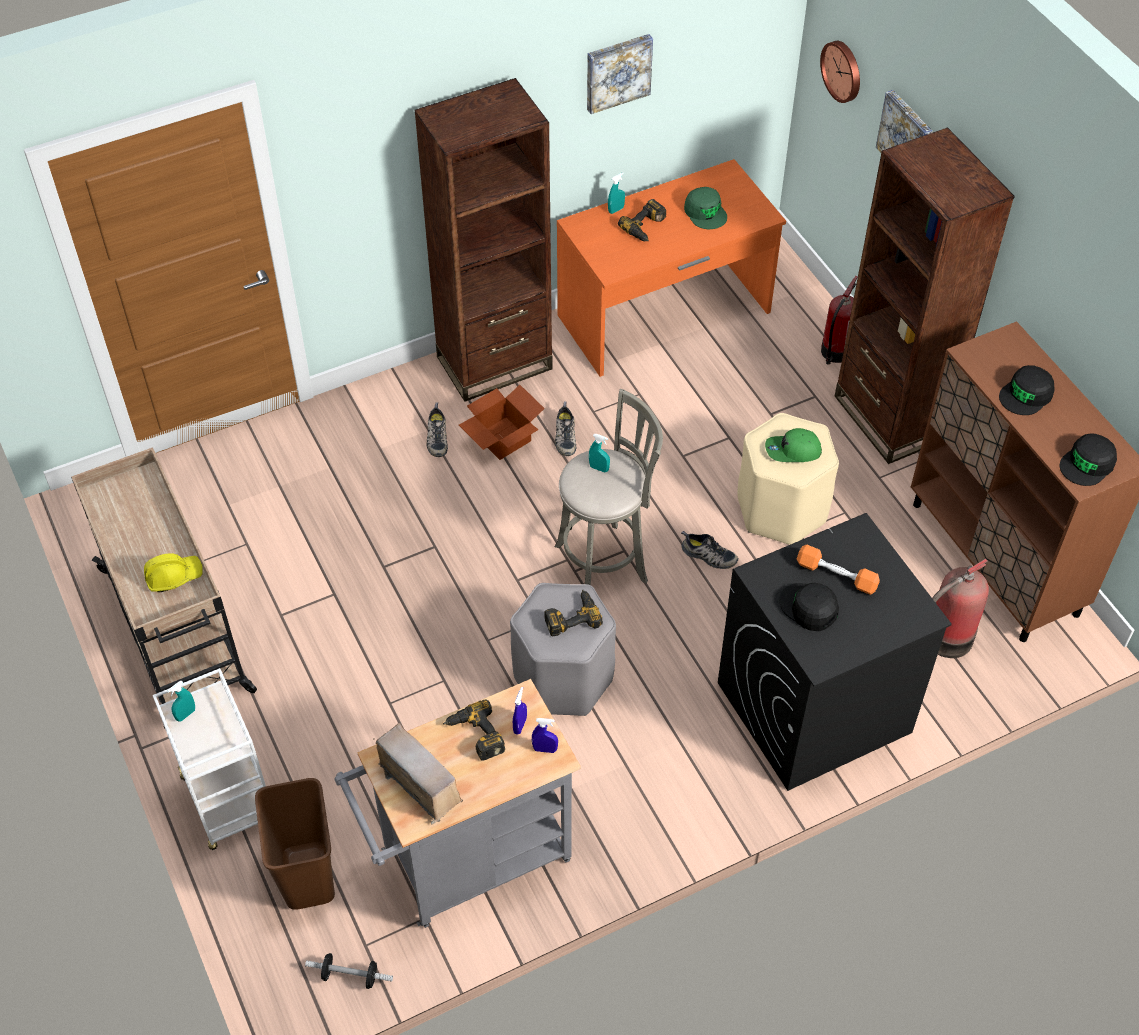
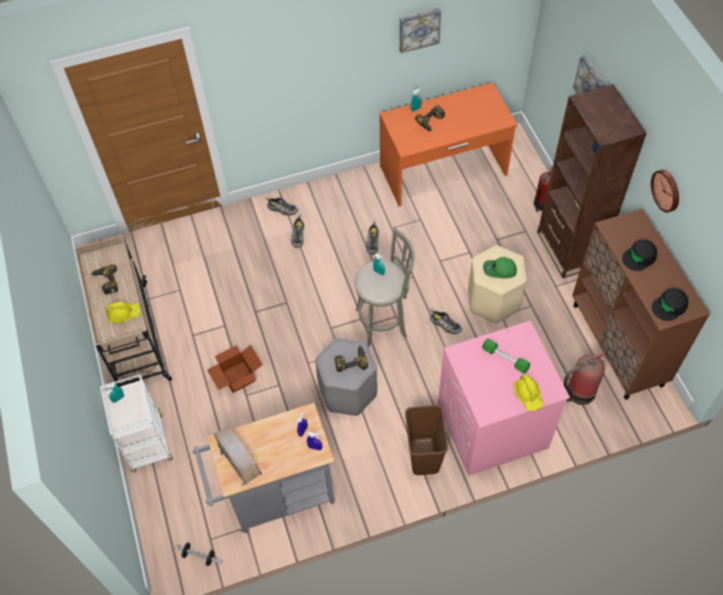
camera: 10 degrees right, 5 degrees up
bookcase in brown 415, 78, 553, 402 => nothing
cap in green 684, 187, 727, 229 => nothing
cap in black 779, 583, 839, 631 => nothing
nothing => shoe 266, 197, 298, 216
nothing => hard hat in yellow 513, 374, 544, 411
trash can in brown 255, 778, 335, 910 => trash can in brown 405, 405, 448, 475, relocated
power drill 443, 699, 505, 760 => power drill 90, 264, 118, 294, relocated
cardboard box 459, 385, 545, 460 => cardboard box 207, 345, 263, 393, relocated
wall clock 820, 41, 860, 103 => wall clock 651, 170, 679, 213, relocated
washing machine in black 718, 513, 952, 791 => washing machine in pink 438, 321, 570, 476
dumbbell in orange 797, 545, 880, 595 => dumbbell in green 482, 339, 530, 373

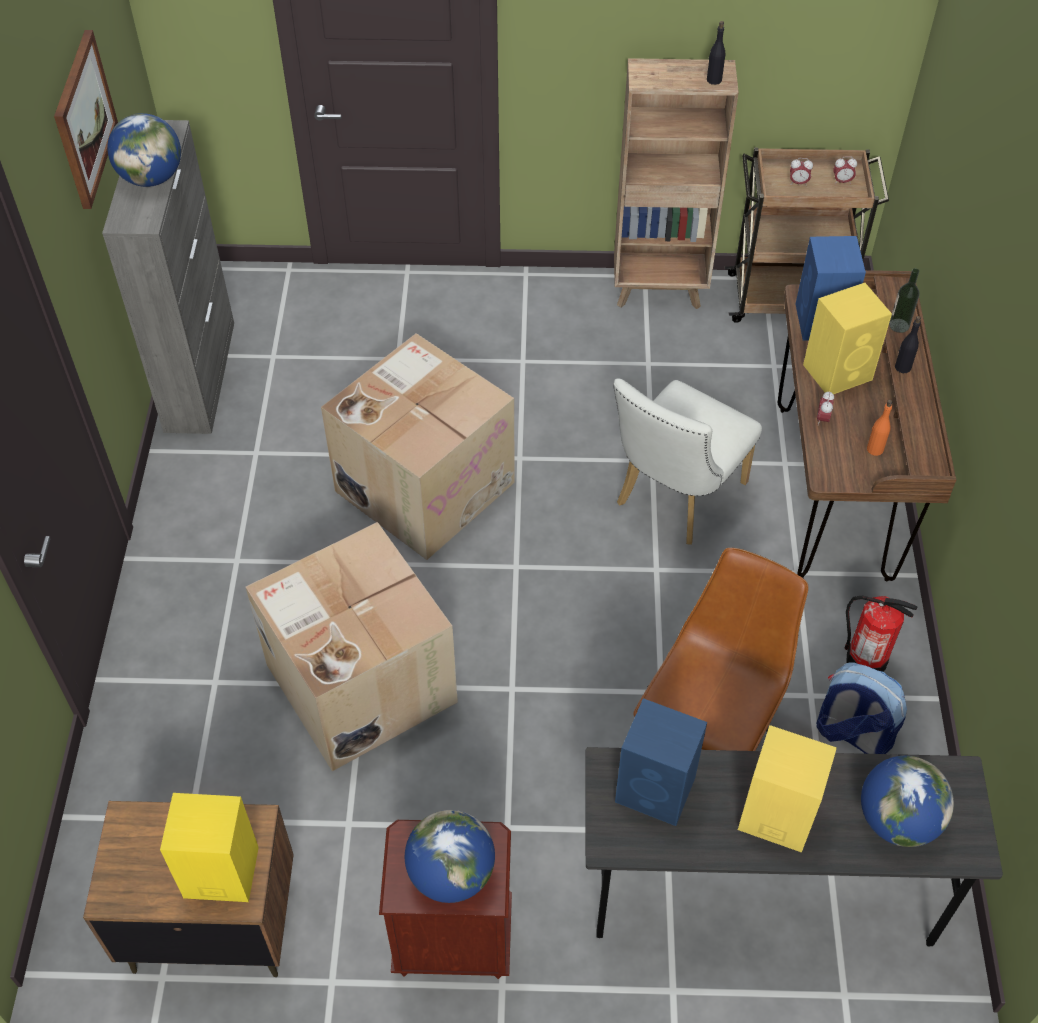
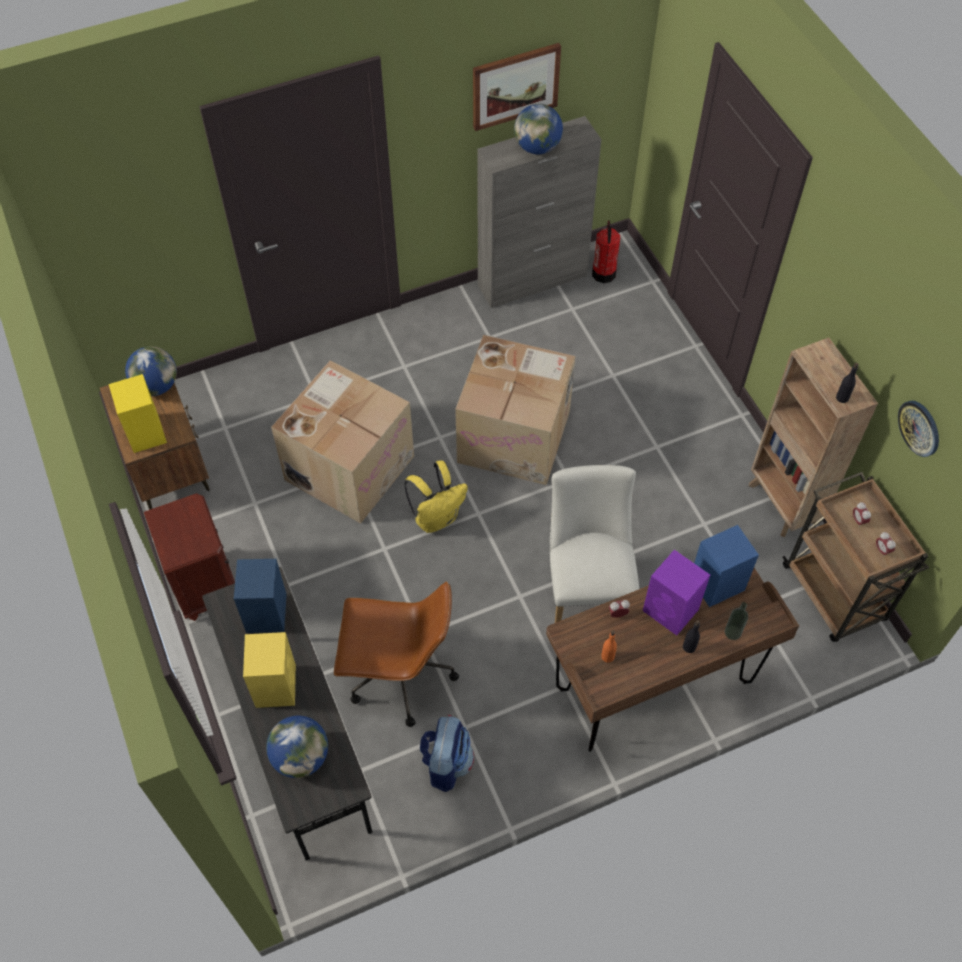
camera: 65 degrees right, 5 degrees up
nothing => backpack in yellow 404, 460, 468, 533
nothing => wall clock 898, 401, 939, 457
globe 405, 810, 495, 903 => globe 125, 346, 177, 396, relocated
fire extinguisher 844, 596, 917, 672 => fire extinguisher 592, 221, 620, 283, relocated
speaker in yellow 803, 283, 892, 394 => speaker in purple 643, 550, 710, 636
chair in white 613, 379, 762, 545 => chair in white 550, 465, 639, 623, 75 degrees clockwise

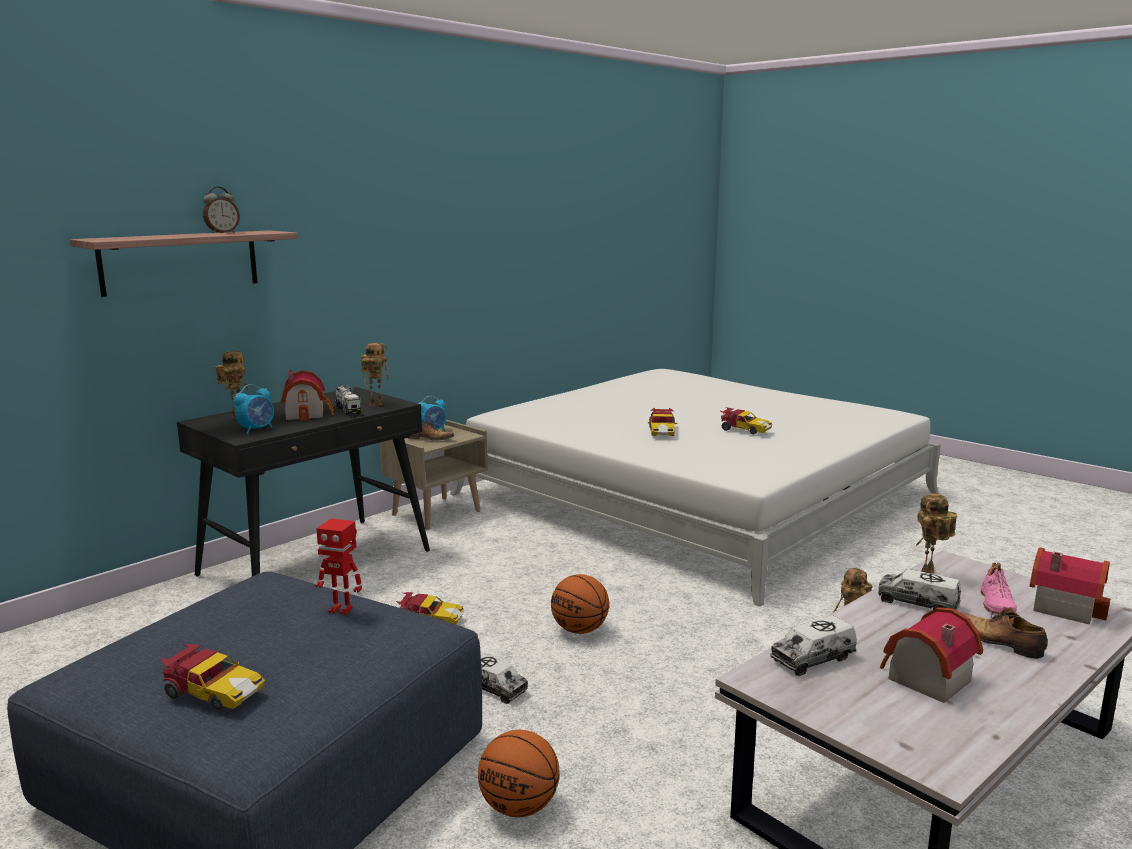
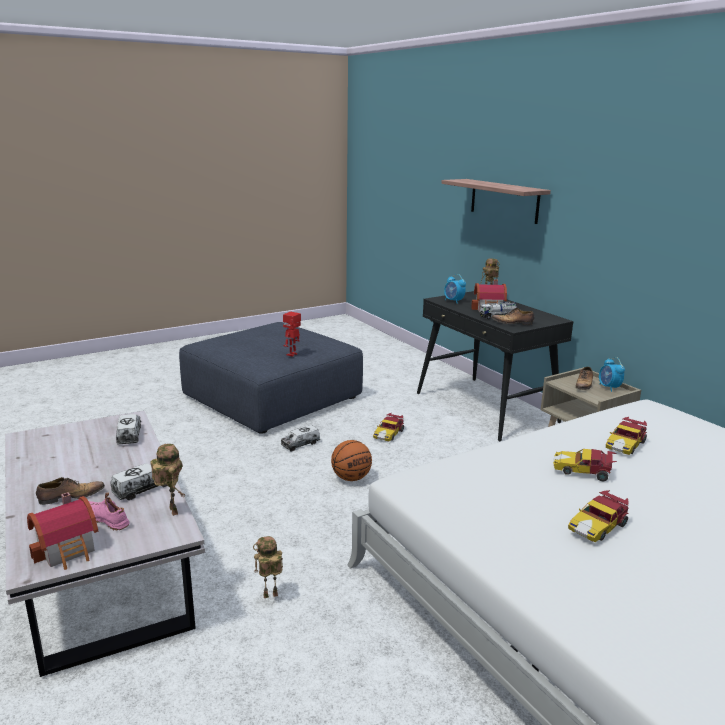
camera: 105 degrees right, 5 degrees up
alarm clock 203, 187, 240, 233 => nothing
basketball 478, 730, 559, 817 => nothing
toy house 880, 607, 983, 703 => nothing
toy car 162, 644, 265, 710 => toy car 606, 417, 647, 455, relocated
toy robot 361, 343, 390, 406 => shoe 492, 308, 534, 325

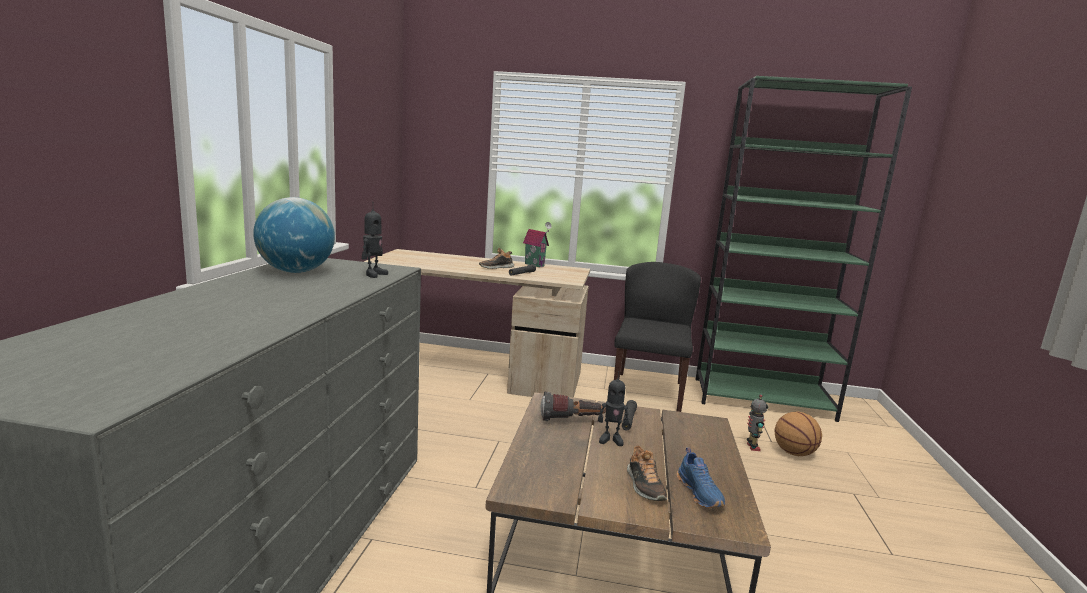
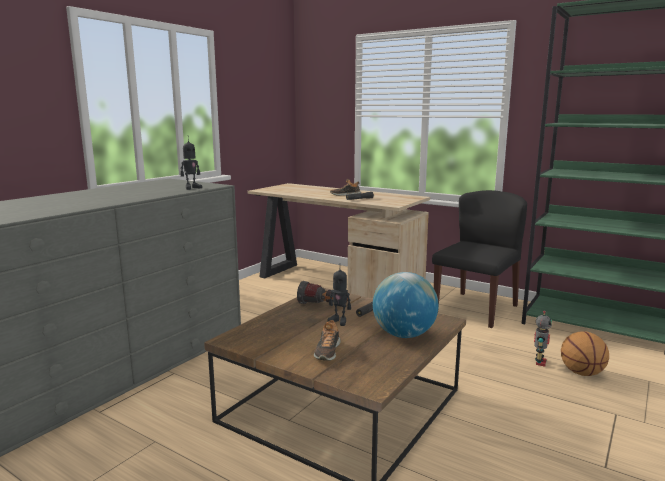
camera: 25 degrees right, 0 degrees up
toy house 523, 222, 552, 267 => nothing
shoe in blue 677, 448, 725, 508 => nothing
globe 253, 197, 335, 273 => globe 373, 272, 439, 338, relocated

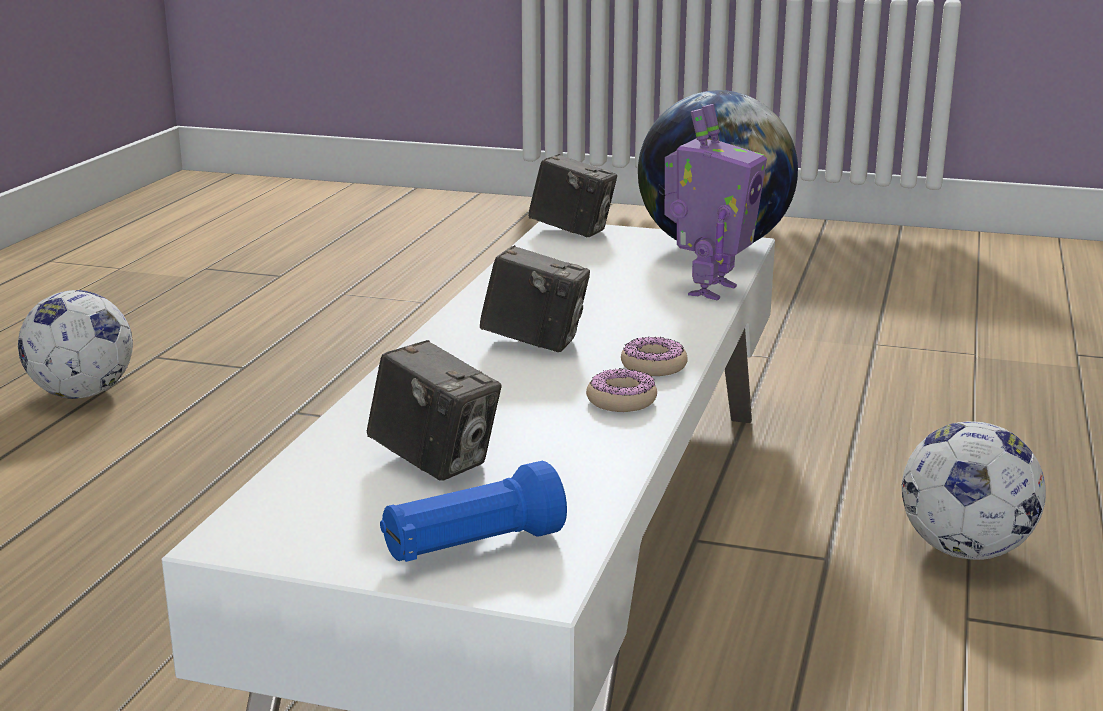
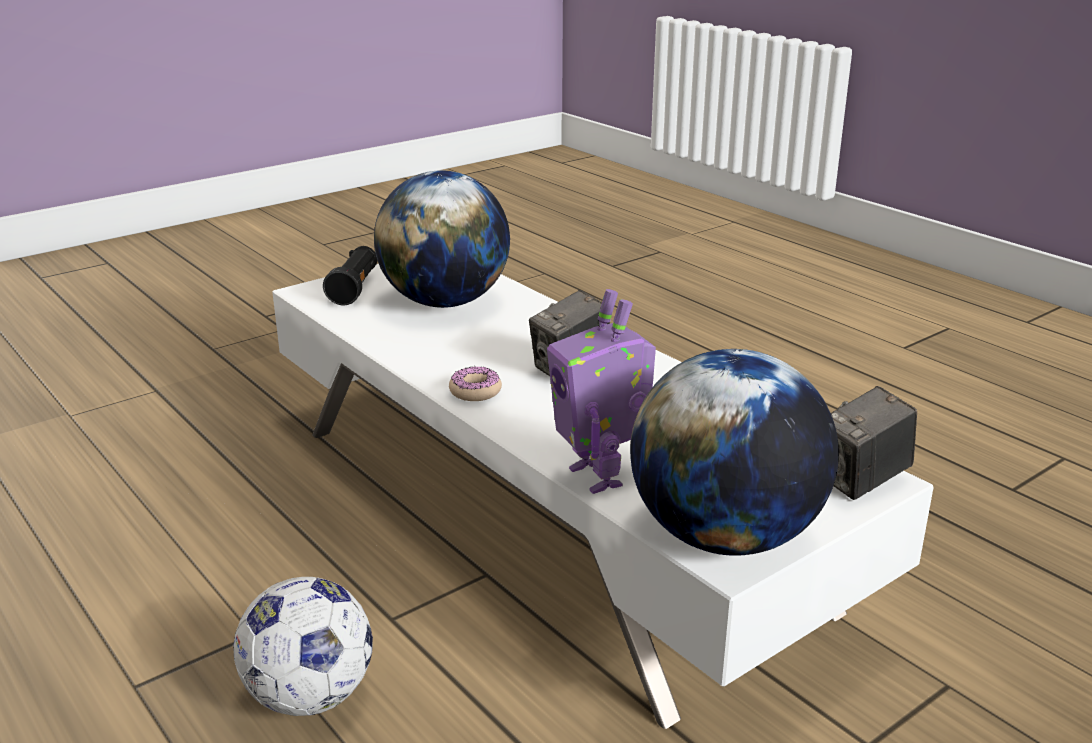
camera: 125 degrees right, 5 degrees up
football 18, 290, 133, 399 => nothing
donut 586, 368, 657, 412 => nothing
photo camera 367, 340, 502, 481 => globe 374, 170, 510, 308
flashlight in blue 380, 461, 567, 562 => flashlight in black 323, 246, 377, 305

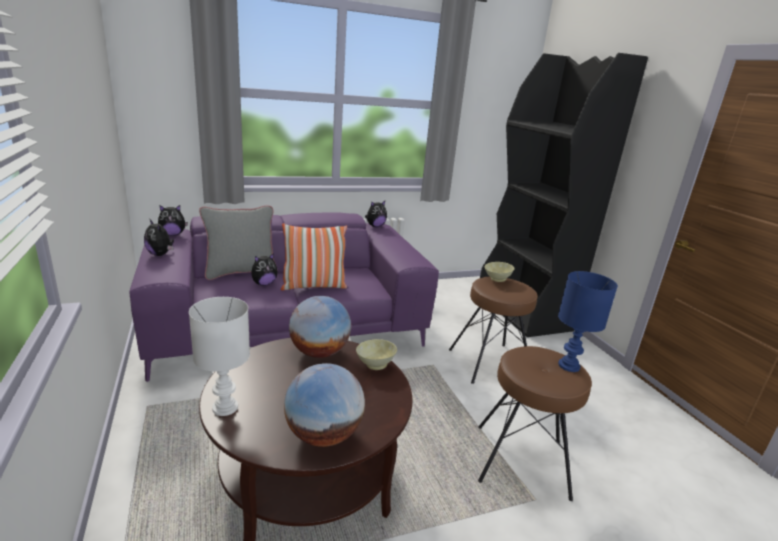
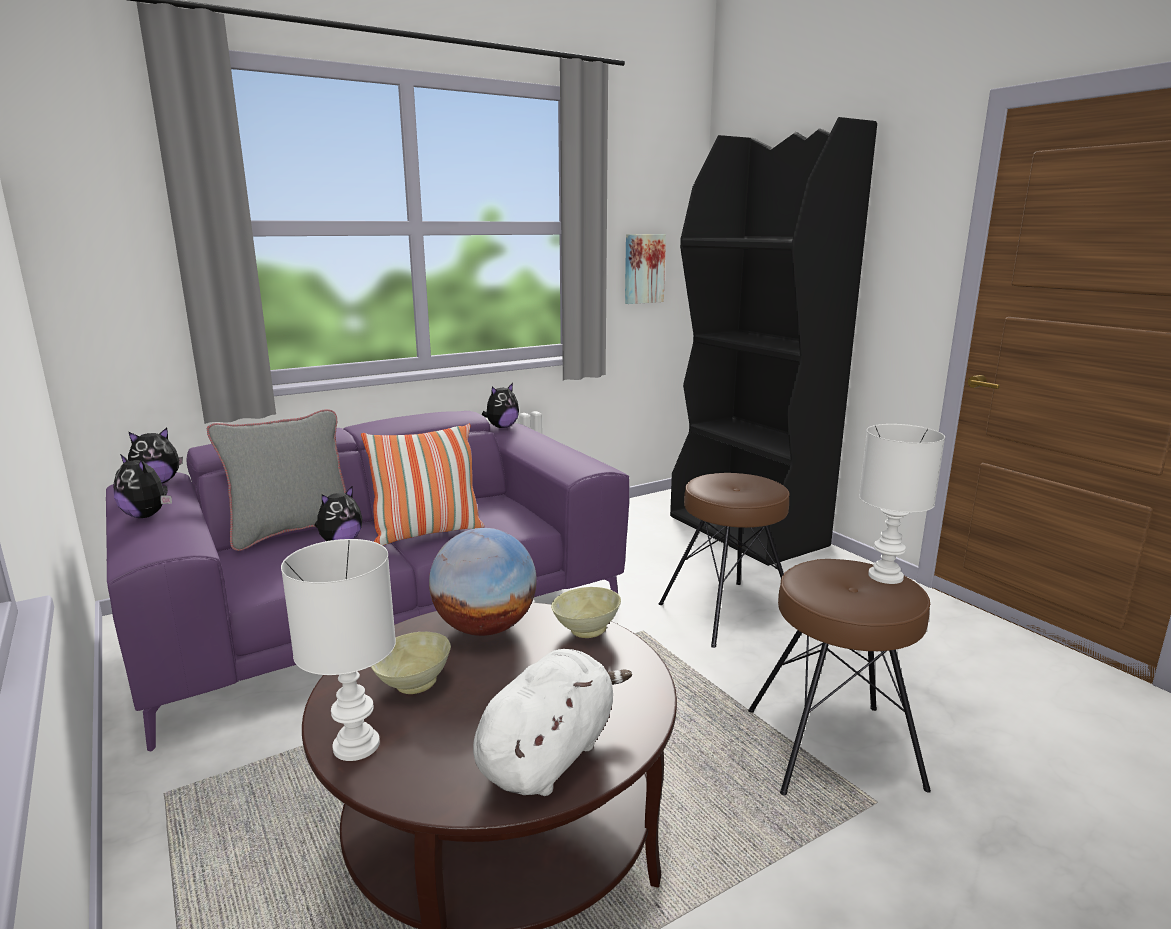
camera: 10 degrees left, 5 degrees down
nothing => picture 625, 234, 666, 304
bowl in beige 485, 262, 514, 282 => bowl in beige 371, 631, 451, 694, relocated
globe 284, 363, 365, 447 => plush toy in white 473, 649, 632, 796
table lamp in blue 558, 271, 618, 372 => table lamp in white 859, 424, 945, 584

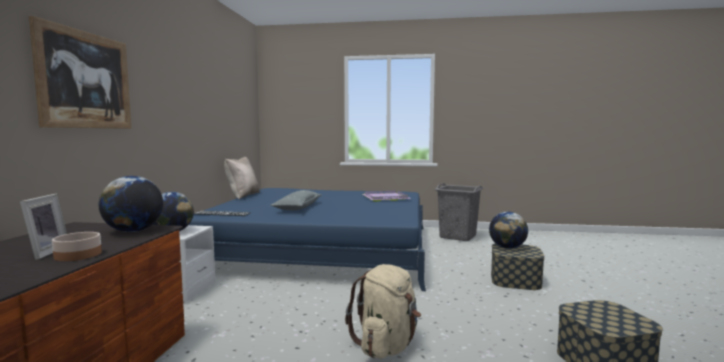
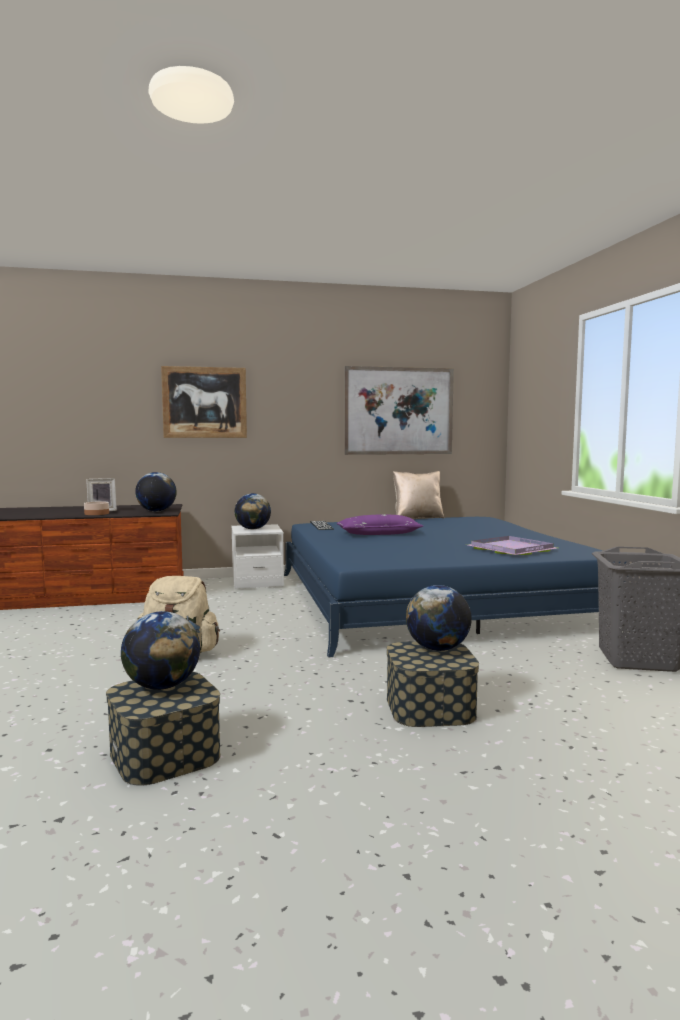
camera: 70 degrees right, 0 degrees up
nothing => globe 121, 611, 200, 690
nothing => picture 344, 366, 454, 455
pillow in grey 270, 190, 322, 210 => pillow in purple 337, 515, 423, 535

